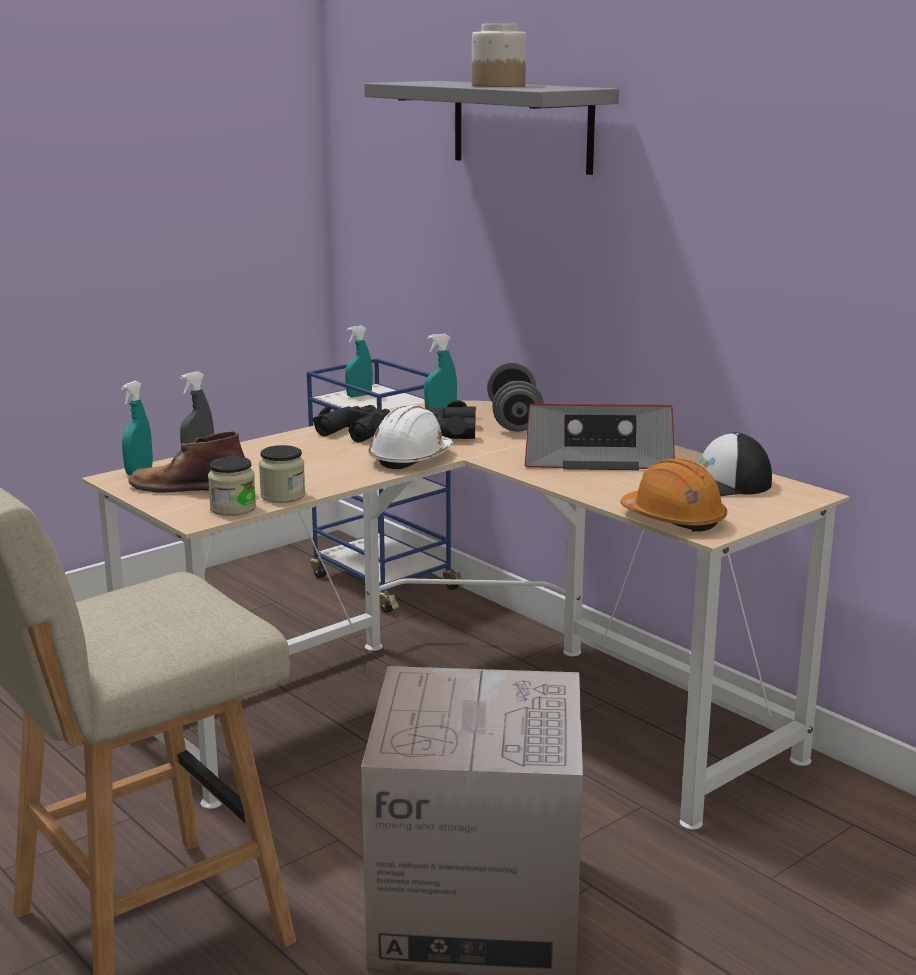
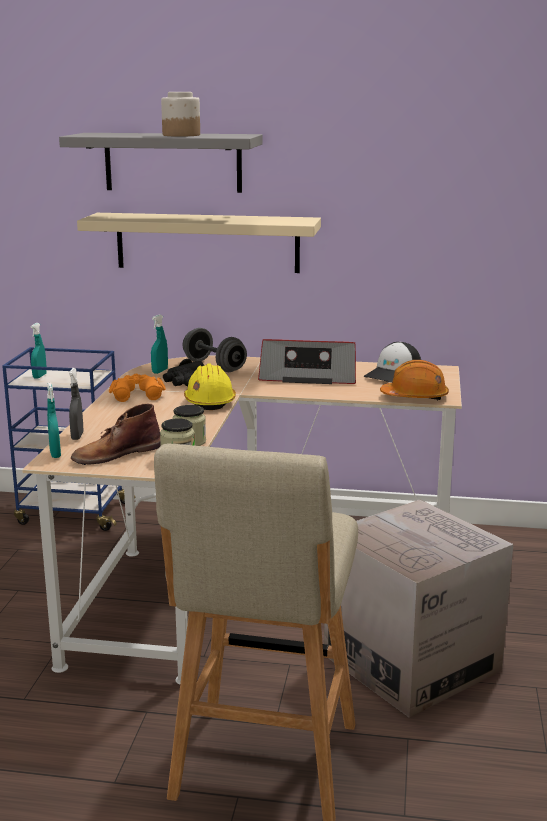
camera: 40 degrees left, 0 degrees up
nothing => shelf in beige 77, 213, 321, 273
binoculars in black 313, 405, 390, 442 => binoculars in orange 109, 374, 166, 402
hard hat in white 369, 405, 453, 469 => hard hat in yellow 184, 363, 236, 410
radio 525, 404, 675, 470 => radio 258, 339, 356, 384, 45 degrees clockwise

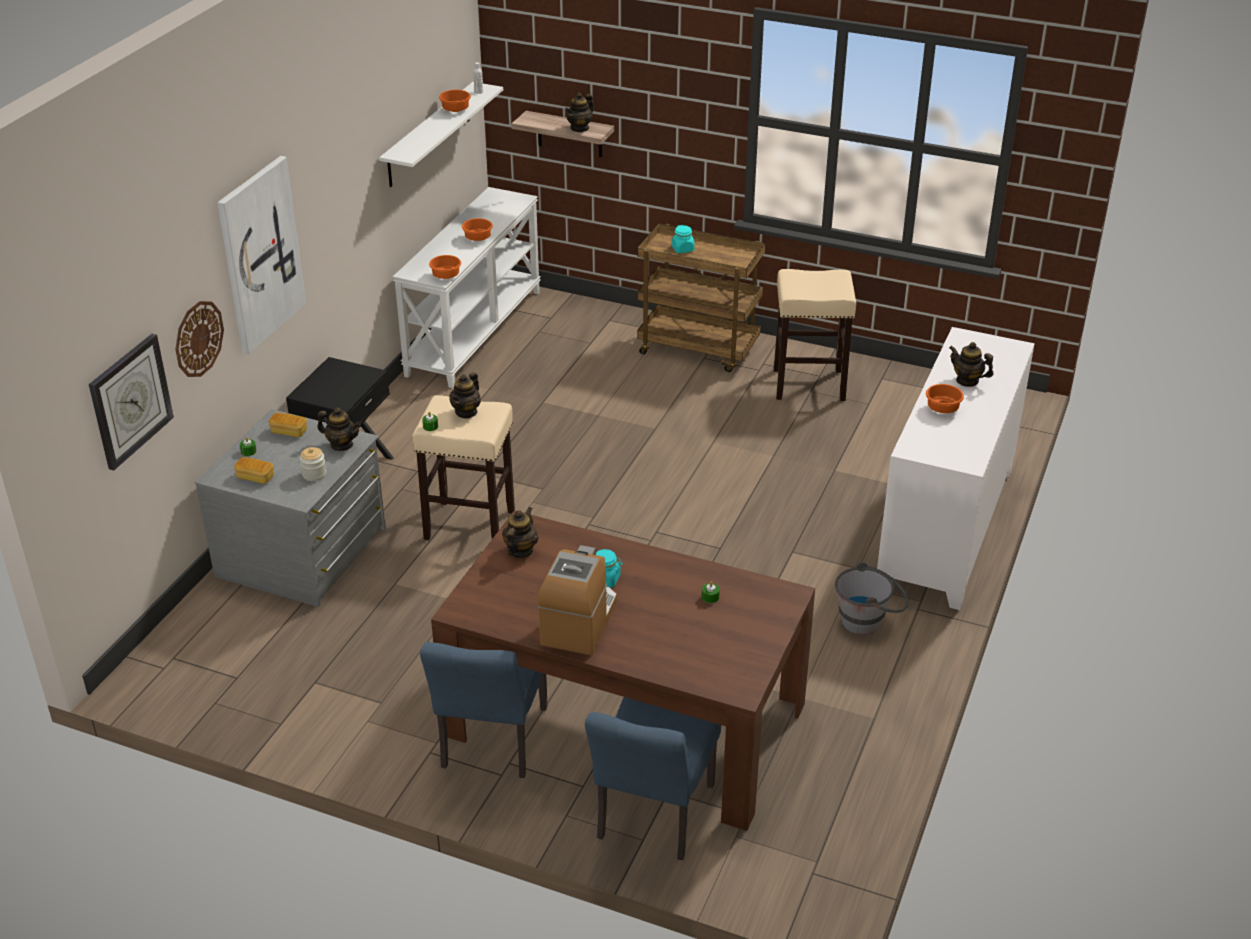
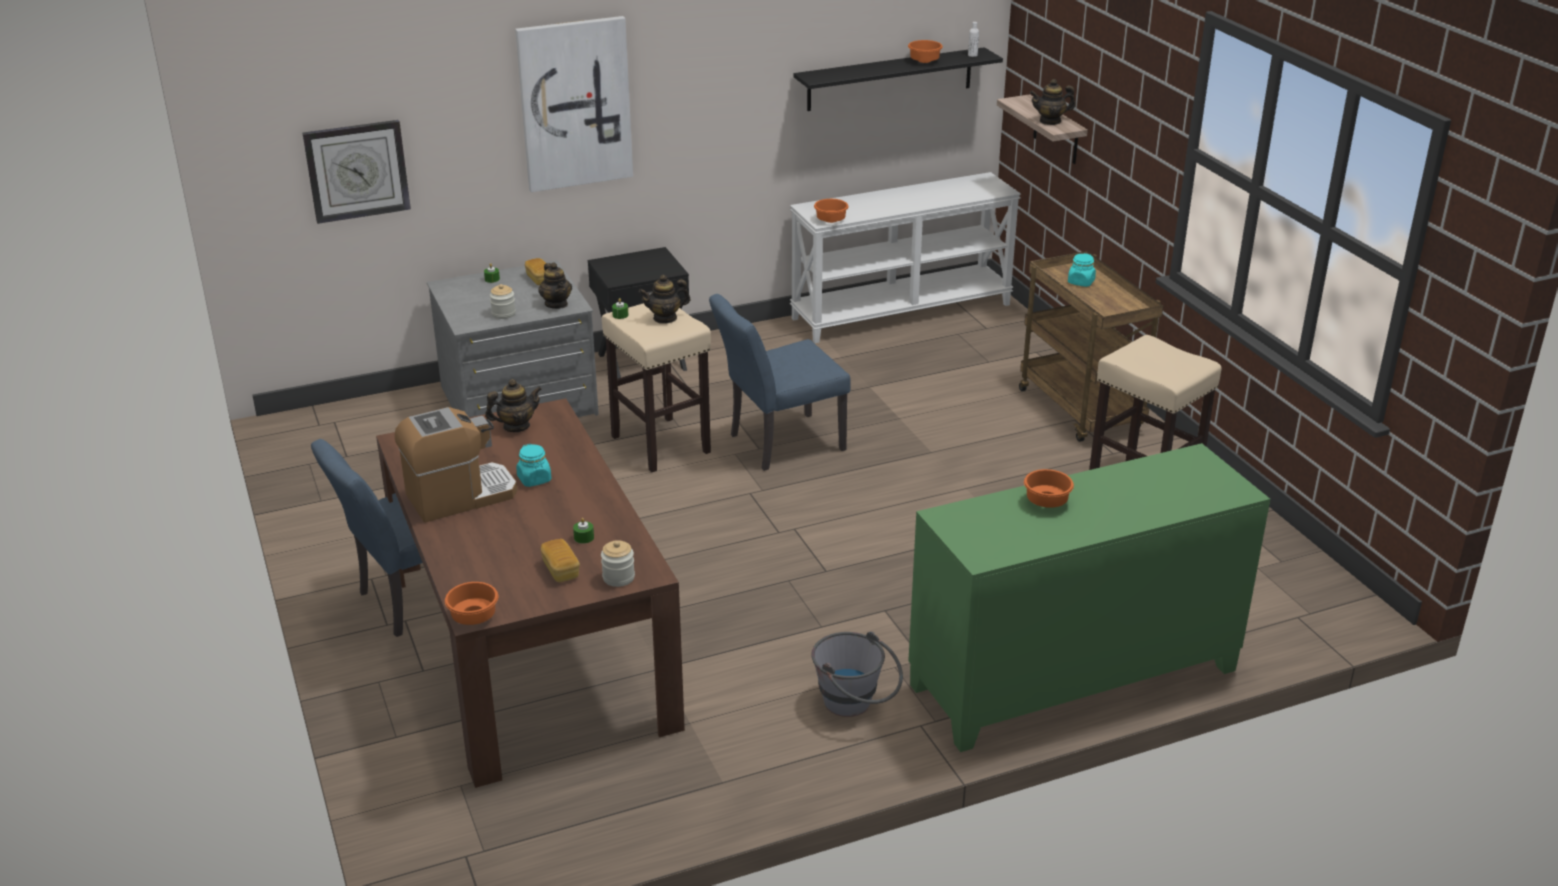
camera: 45 degrees right, 5 degrees down
wall clock 175, 301, 224, 377 => nothing
teapot 949, 342, 994, 387 => nothing
nothing => jar 601, 540, 635, 587
bread 234, 457, 274, 484 => bread 541, 539, 580, 582, relocated
bowl in orange 462, 218, 493, 241 => bowl in orange 445, 582, 499, 625, relocated
chair in blue 585, 697, 721, 860 => chair in blue 709, 294, 851, 471, relocated
shelf in white 379, 82, 503, 187 => shelf in black 793, 47, 1003, 111
cabinet in white 877, 327, 1035, 610 => cabinet in green 908, 443, 1270, 752

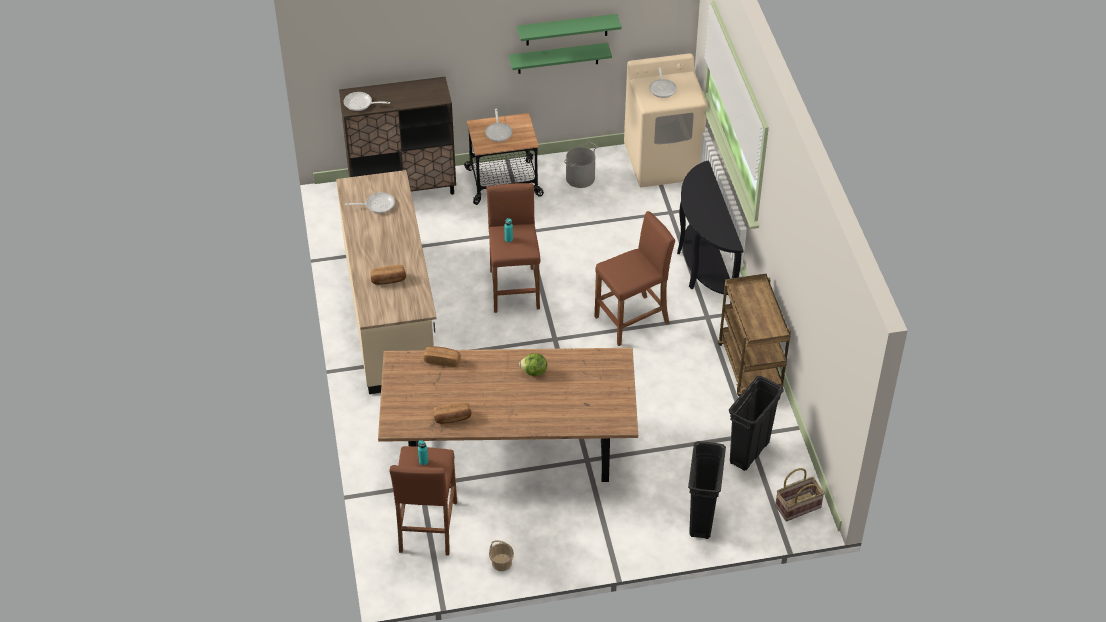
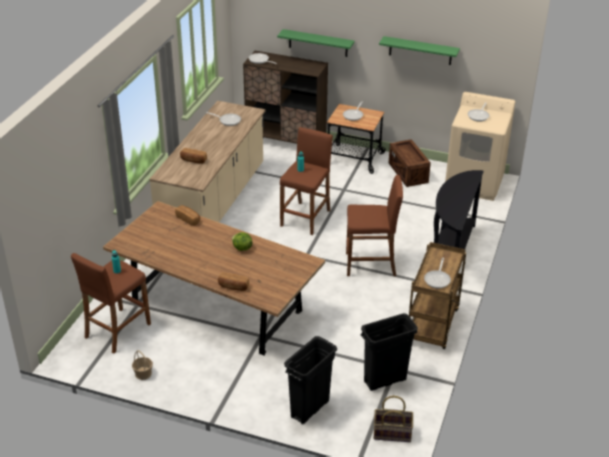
camera: 30 degrees right, 10 degrees down
nothing => frying pan 424, 258, 451, 288
bread 433, 402, 472, 424 => bread 218, 272, 249, 291, relocated
shelf in green 509, 43, 612, 74 => shelf in green 277, 29, 355, 57, relocated
bucket in grey 564, 141, 598, 188 => crate 389, 139, 431, 187

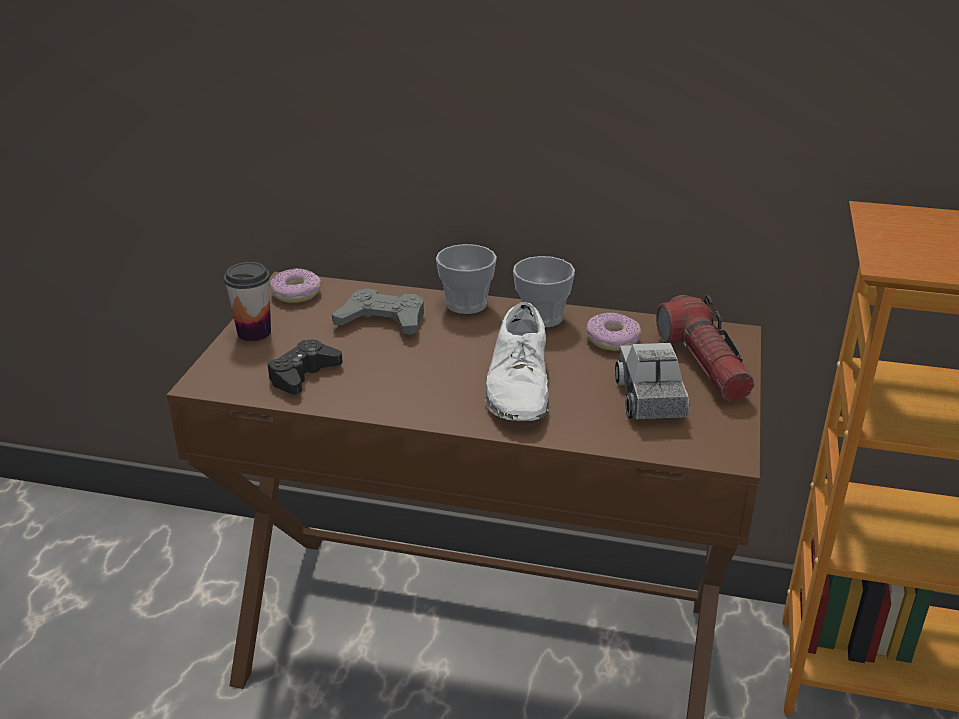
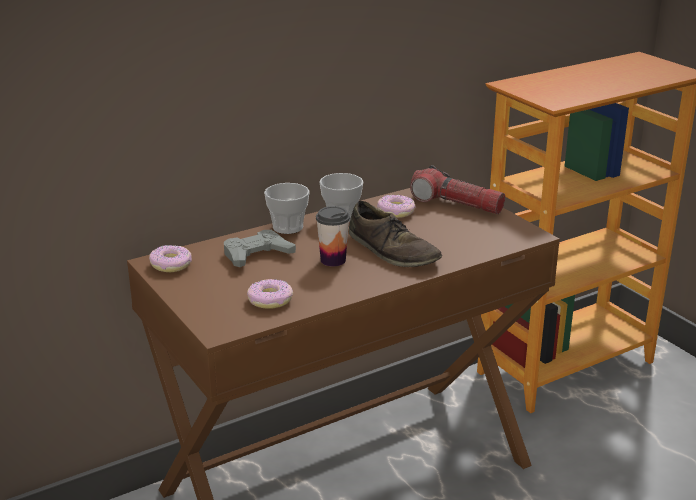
camera: 45 degrees left, 5 degrees down
toy truck 615, 343, 689, 419 => nothing
cup 224, 262, 271, 341 => cup 316, 206, 350, 266, relocated
game controller in black 267, 339, 343, 394 => donut 247, 279, 293, 309
shoe in white 485, 302, 549, 421 => shoe in brown 349, 201, 442, 267

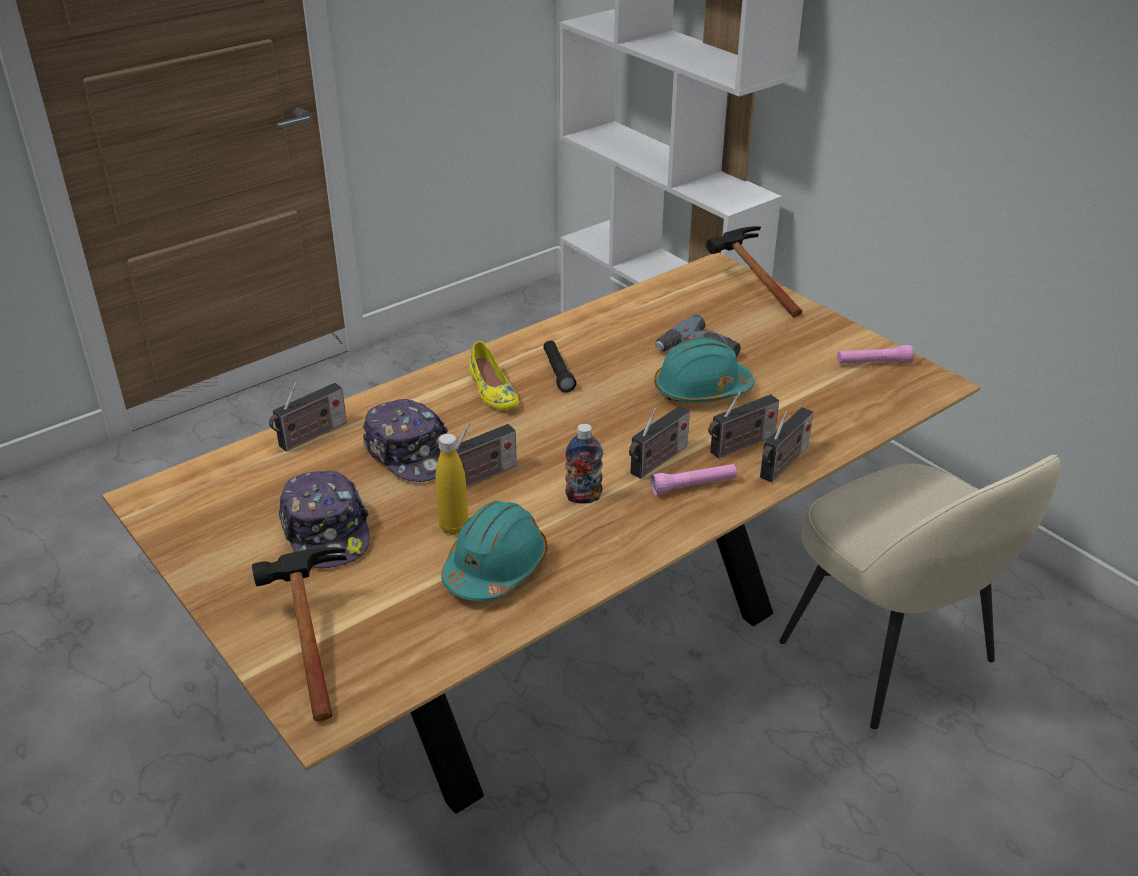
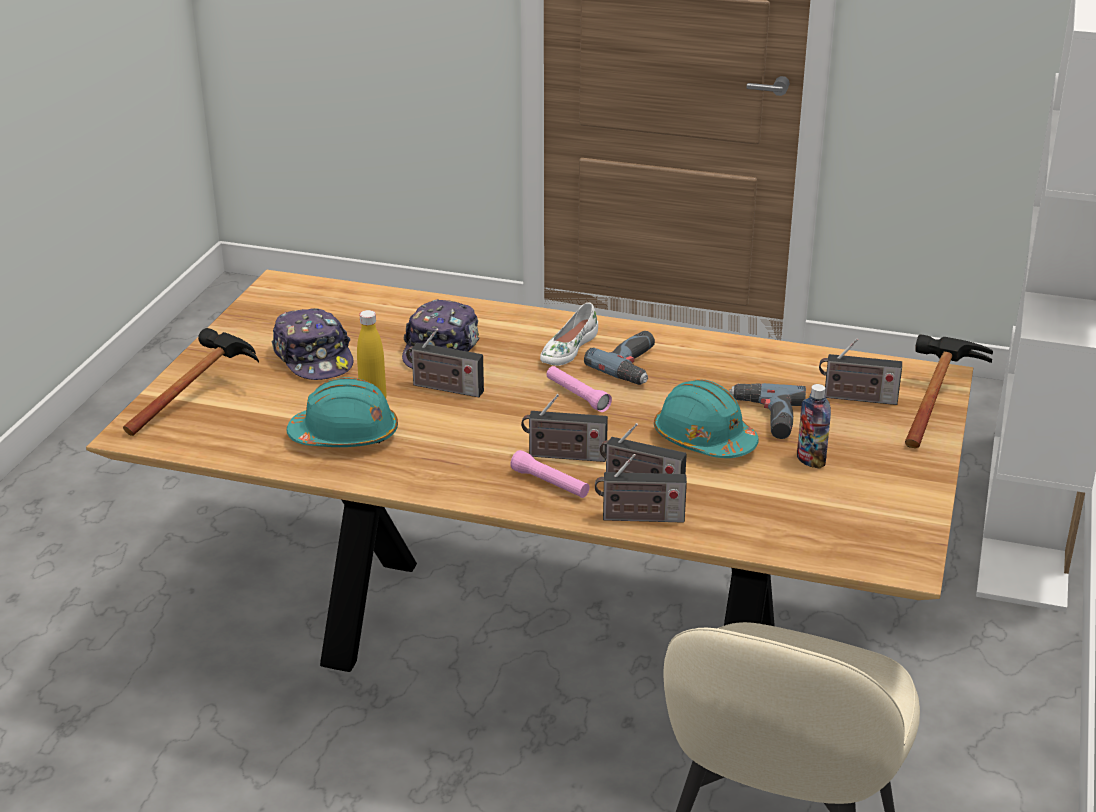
camera: 55 degrees right, 5 degrees down
radio 269, 382, 347, 452 => radio 819, 339, 902, 405, relocated
bottle 565, 424, 603, 504 => bottle 797, 384, 831, 469, relocated
flashlight in pink 837, 345, 914, 364 => flashlight in pink 546, 366, 612, 412, relocated
flashlight in black 543, 341, 576, 393 => power drill 584, 331, 655, 385
shoe in yellow 469, 341, 519, 410 => shoe in white 540, 303, 598, 366
cap 278, 470, 370, 568 => cap 272, 308, 353, 380, 60 degrees counterclockwise

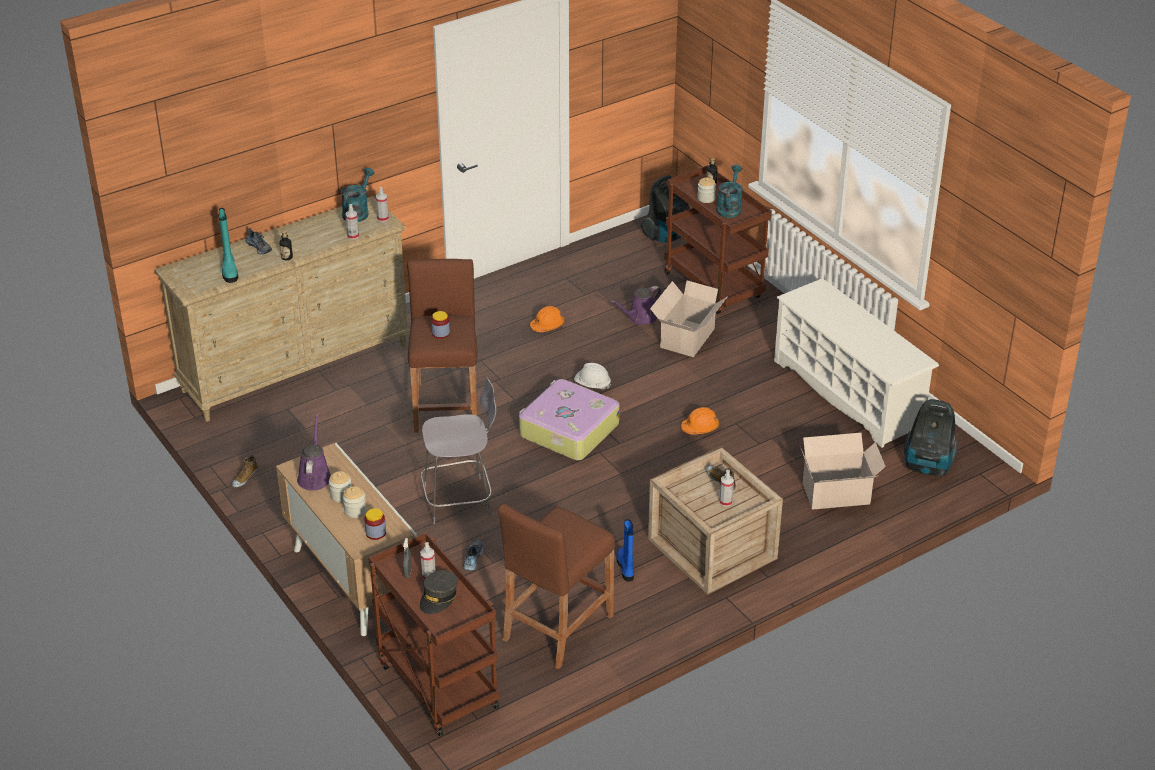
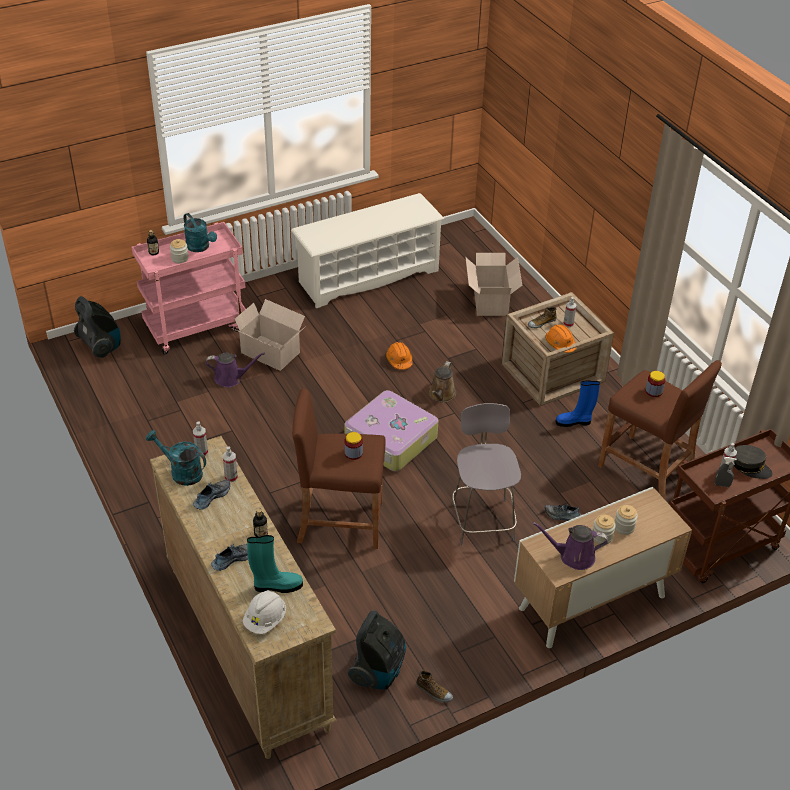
camera: 85 degrees left, 5 degrees up
nothing => shoe 193, 480, 230, 510
nothing => watering can in brown 429, 361, 456, 402
jar 364, 508, 386, 540 => jar 645, 371, 665, 397, relocated
hard hat in orange 530, 306, 565, 332 => hard hat in orange 545, 324, 577, 353, relocated
hard hat in white 574, 363, 611, 389 => hard hat in white 243, 590, 286, 634, relocated
vacuum cleaner 904, 399, 958, 476 => vacuum cleaner 348, 610, 406, 690, relocated
cart in brown 664, 165, 772, 314 => cart in pink 132, 222, 246, 355
watering can in purple 610, 286, 661, 325 => watering can in purple 206, 353, 265, 387, 60 degrees counterclockwise
watering can in turquoise 716, 165, 743, 218 => watering can in turquoise 184, 213, 217, 252, 150 degrees counterclockwise

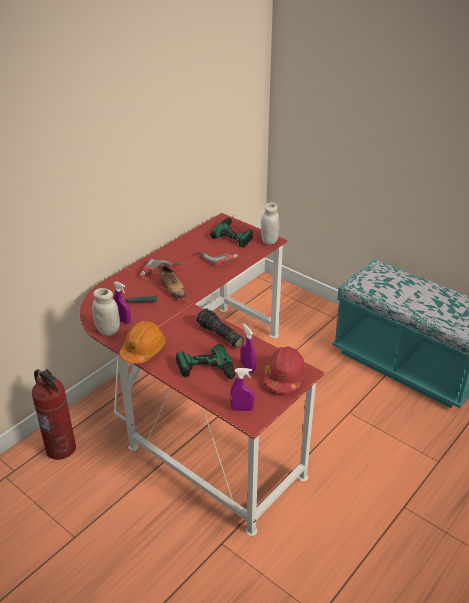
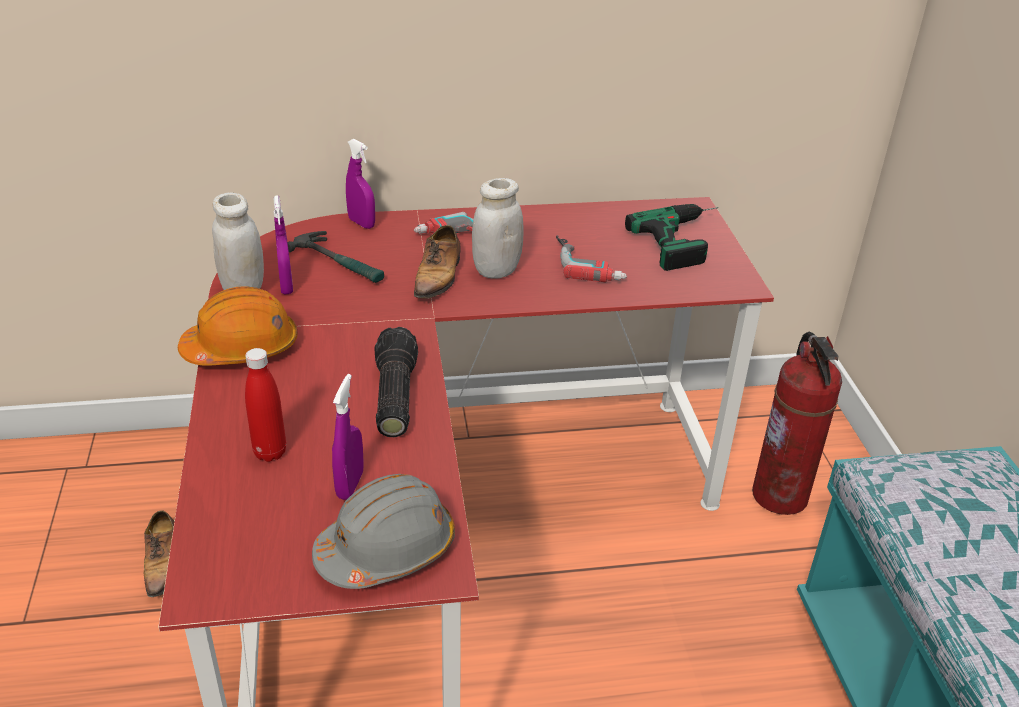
camera: 40 degrees right, 0 degrees up
nothing => shoe 144, 510, 174, 597
fire extinguisher 32, 369, 76, 460 => fire extinguisher 752, 332, 842, 515, relocated
spray bottle in purple 230, 368, 255, 411 => spray bottle in purple 346, 139, 375, 229, relocated
jar in white 261, 203, 279, 245 => jar in white 472, 178, 523, 279, relocated
power drill 176, 344, 235, 382 => bottle in red 245, 348, 286, 462
hard hat in red 264, 347, 307, 393 => hard hat in grey 312, 474, 455, 589

